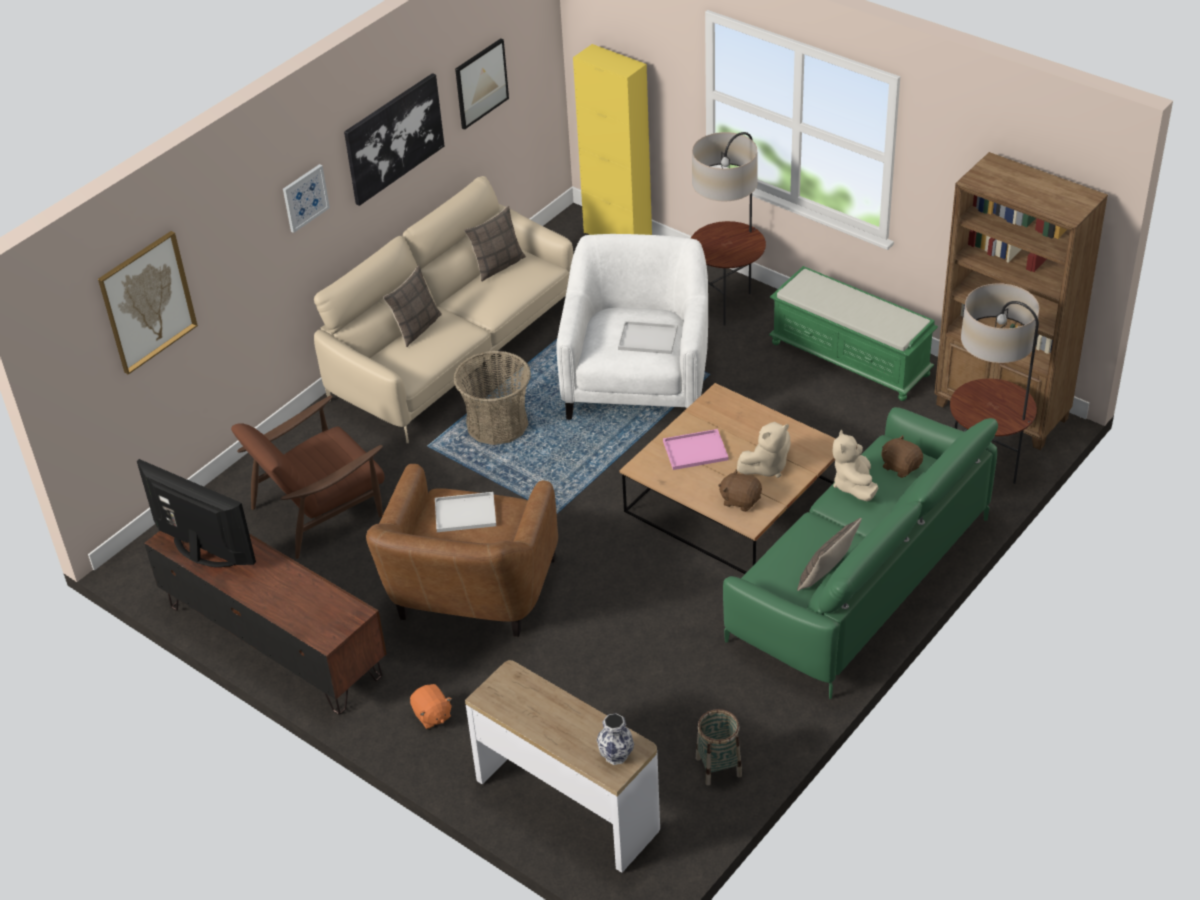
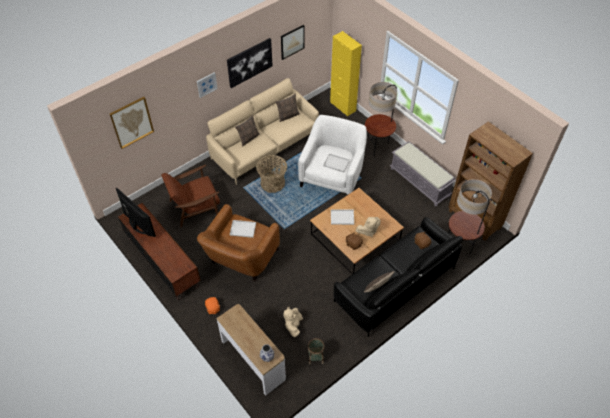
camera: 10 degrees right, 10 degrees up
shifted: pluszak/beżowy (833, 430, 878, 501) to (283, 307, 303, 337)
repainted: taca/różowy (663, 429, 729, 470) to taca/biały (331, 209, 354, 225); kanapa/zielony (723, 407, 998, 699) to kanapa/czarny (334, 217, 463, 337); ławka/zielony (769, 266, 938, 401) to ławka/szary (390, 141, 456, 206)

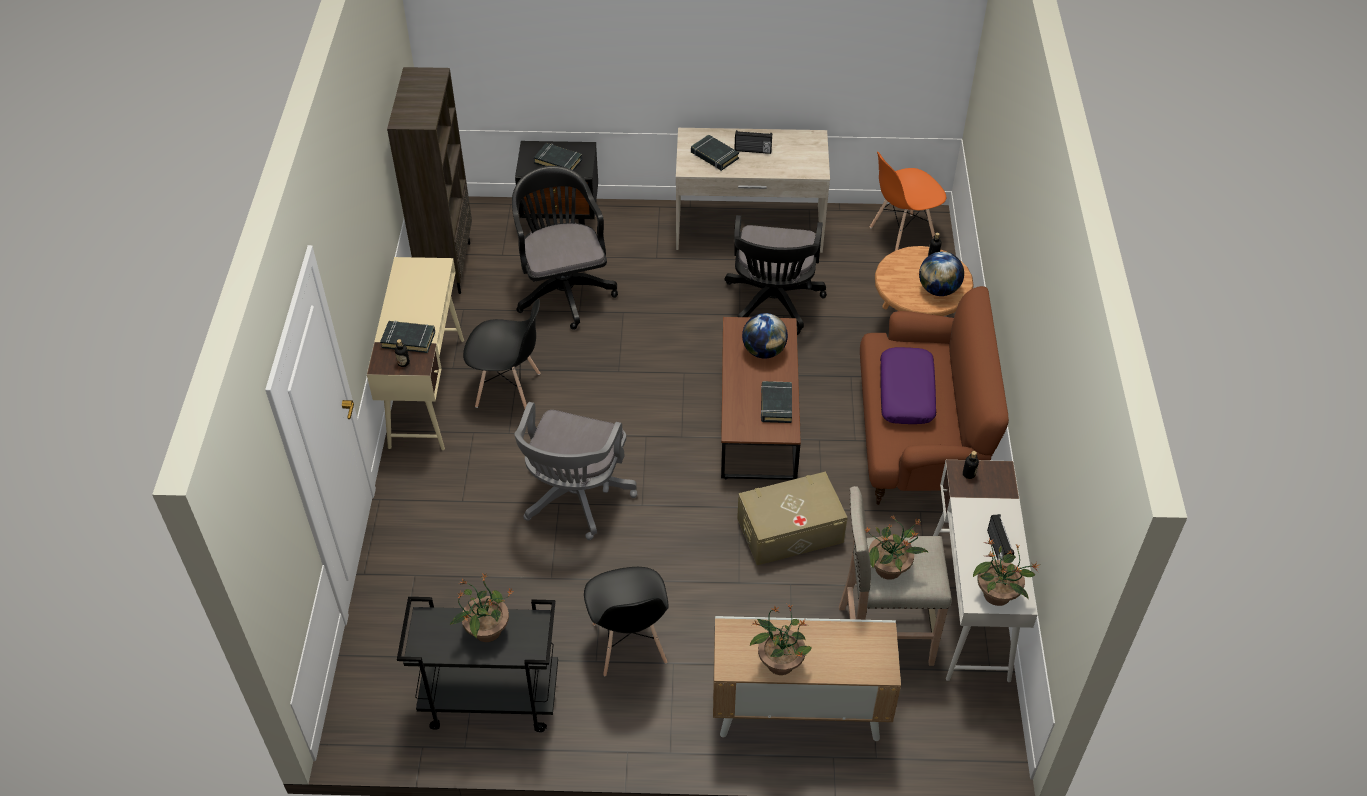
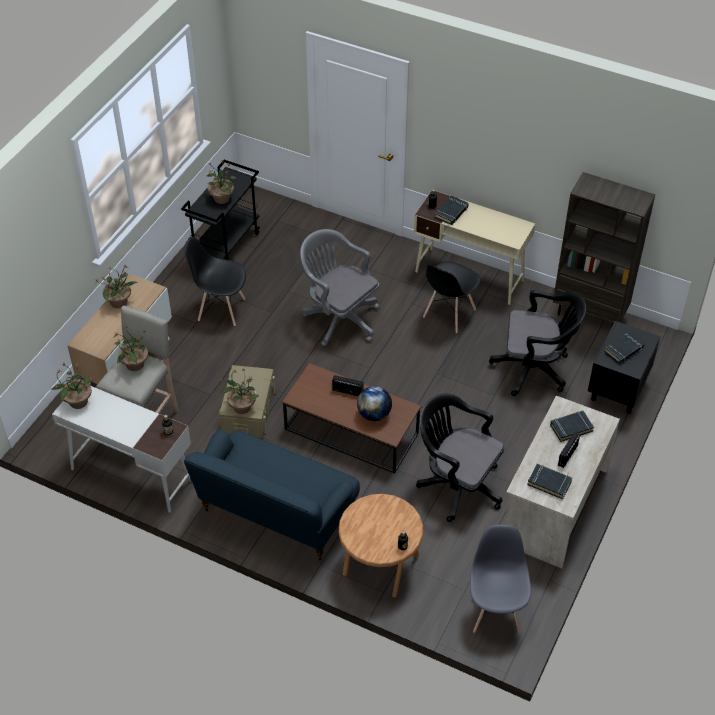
camera: 115 degrees right, 0 degrees up
gone: poduszka/fioletowy (880, 347, 936, 424); globus (919, 251, 964, 296)
new: roślina doniczkowa (221, 368, 259, 414)
shifted: radio (987, 514, 1014, 561) to (332, 375, 363, 396); książka/czarny (761, 381, 792, 423) to (527, 464, 572, 499)
repainted: kanapa/brązowy (860, 286, 1009, 505) to kanapa/niebieski (184, 430, 360, 560); krzesło/pomarańczowy (870, 152, 946, 251) to krzesło/szary (470, 525, 531, 633)

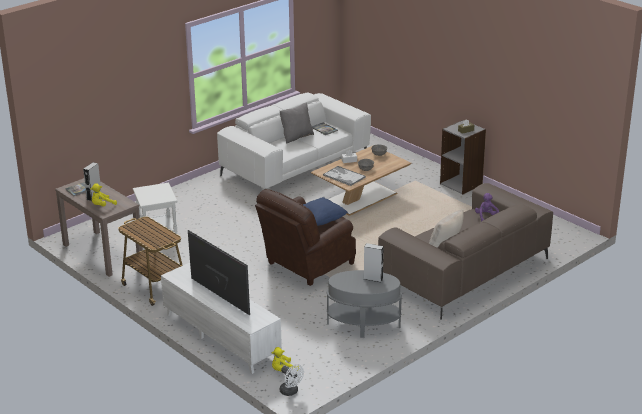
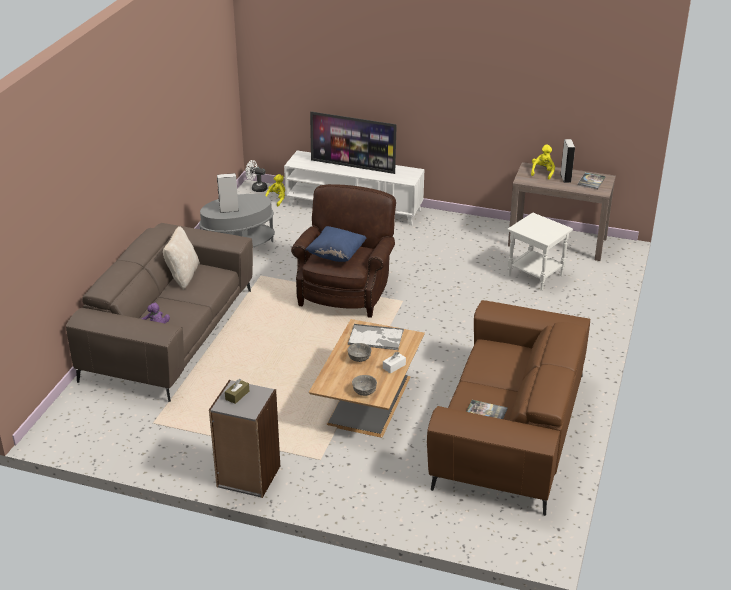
camera: 150 degrees right, 5 degrees up
gone: wózek (118, 216, 183, 306); poduszka/szary (280, 103, 314, 143)
repainted: kanapa/biały (217, 92, 371, 189) to kanapa/brązowy (427, 300, 590, 516)

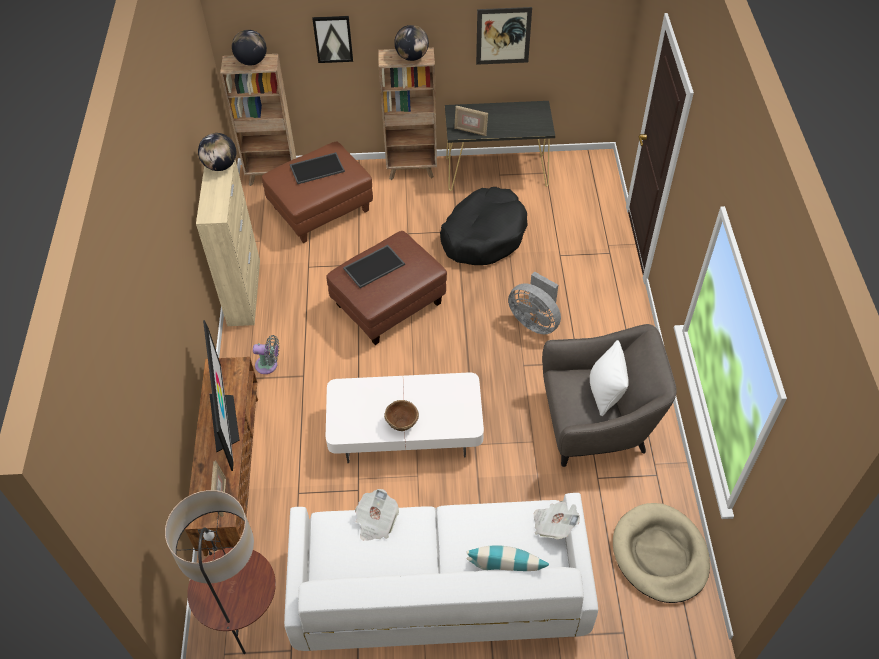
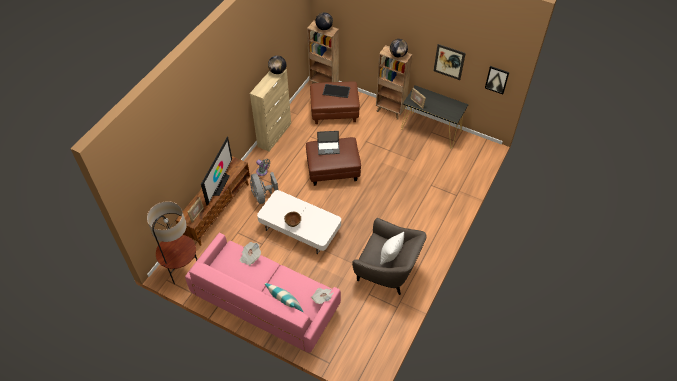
camera: 30 degrees right, 0 degrees up
gone: legowisko/czarny (440, 187, 528, 265); legowisko/beżowy (613, 503, 710, 603)
shifted: wentylator/szary (508, 272, 561, 334) to (250, 172, 278, 204); obraz (312, 16, 353, 63) to (485, 66, 509, 94)
swapped: taca (343, 245, 405, 288) to laptop (317, 131, 340, 155)
repainted: kanapa/biały (284, 493, 598, 651) to kanapa/różowy (185, 233, 341, 353)

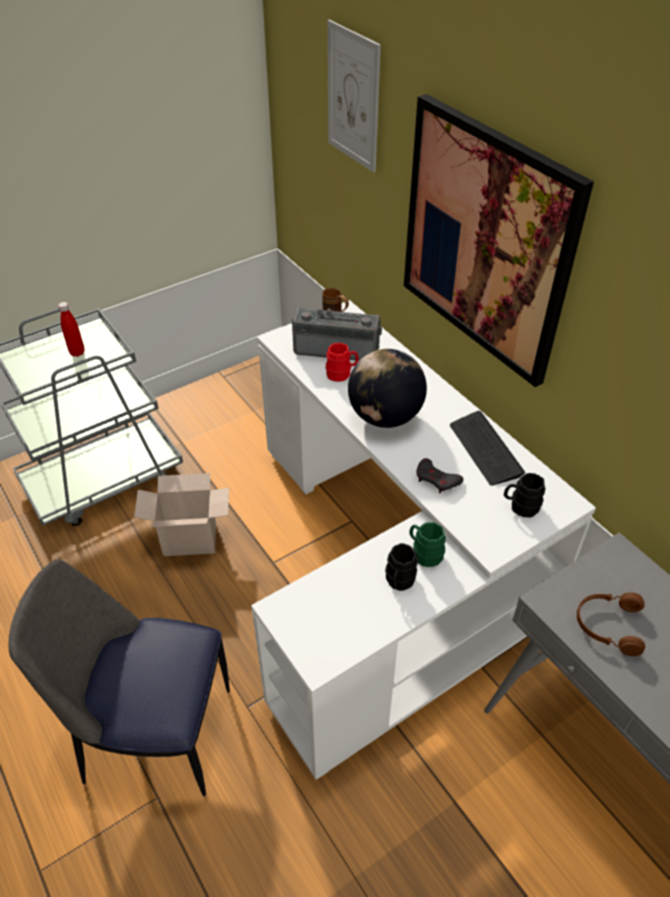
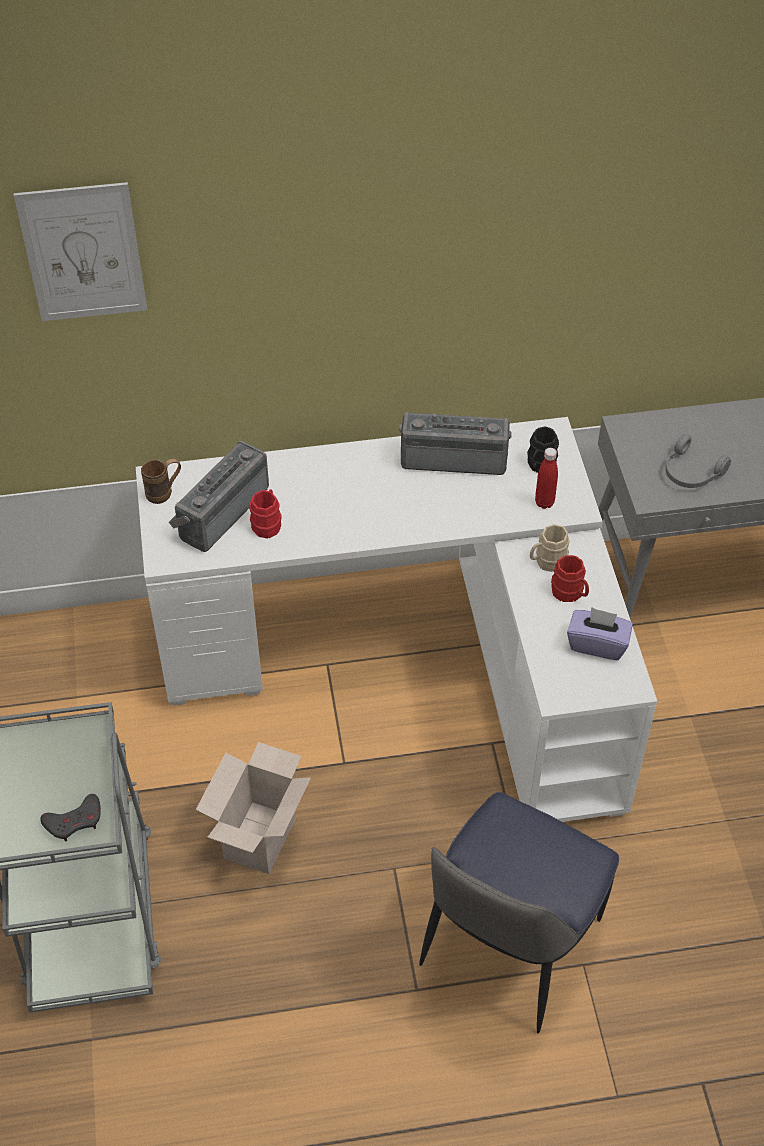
camera: 65 degrees left, 5 degrees up
gone: globus (348, 349, 427, 428); obraz (404, 94, 594, 387)
new: pudełko chusteczek/fioletowy (567, 607, 633, 660)
shifted: pad do gier/szary (416, 458, 463, 493) to (40, 794, 101, 842); butelka/czerwony (58, 302, 85, 357) to (535, 448, 558, 509)
swapped: klawiatura (450, 411, 525, 486) to radio (399, 412, 512, 475)
repainted: kubek/zielony (409, 522, 446, 567) to kubek/beżowy (530, 524, 570, 572); kubek/czarny (385, 543, 418, 591) to kubek/czerwony (551, 555, 589, 602); słuchawki/brązowy (577, 592, 645, 656) to słuchawki/szary (665, 434, 731, 488)

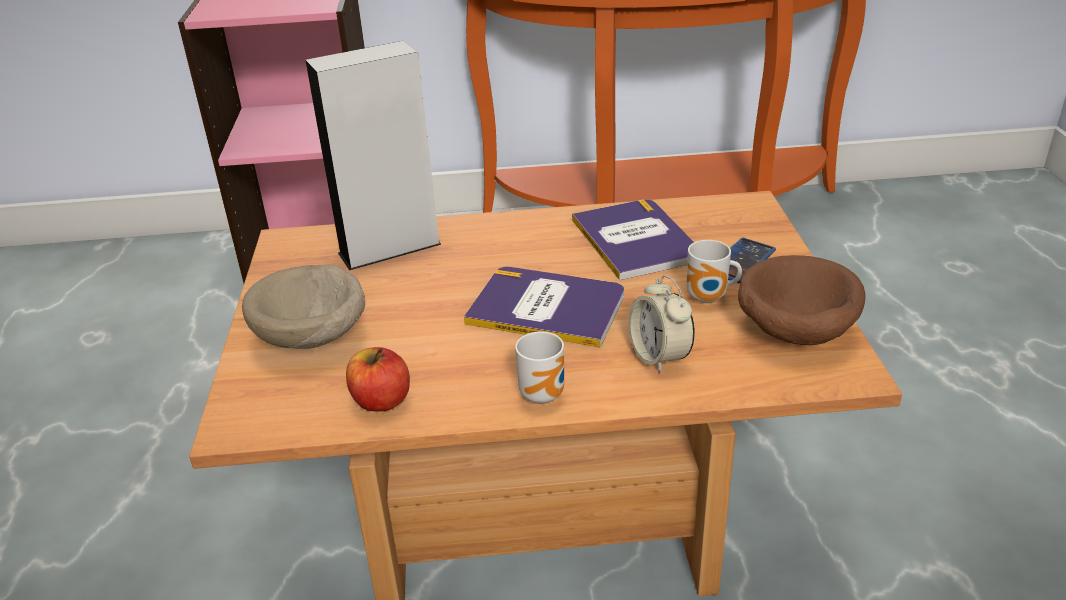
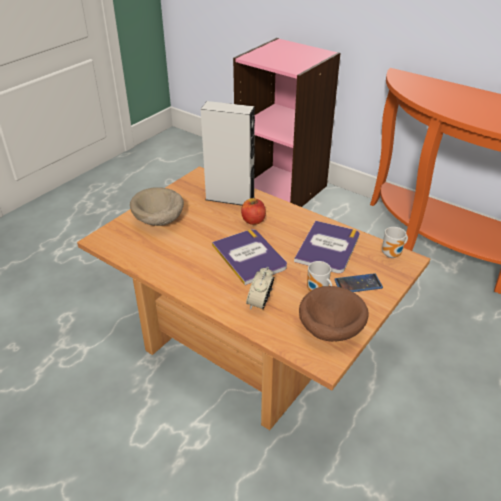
camera: 40 degrees right, 5 degrees up
shifted: jabłko (346, 347, 410, 412) to (241, 198, 266, 225); kubek (515, 332, 564, 404) to (382, 227, 408, 258)

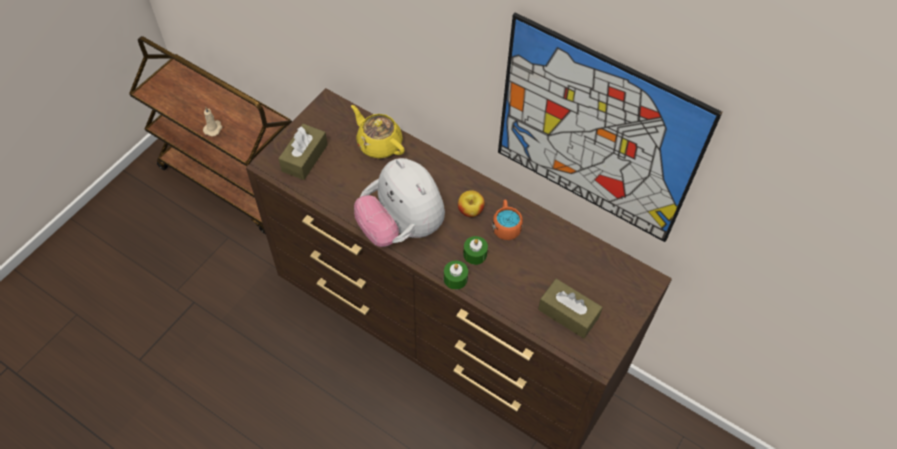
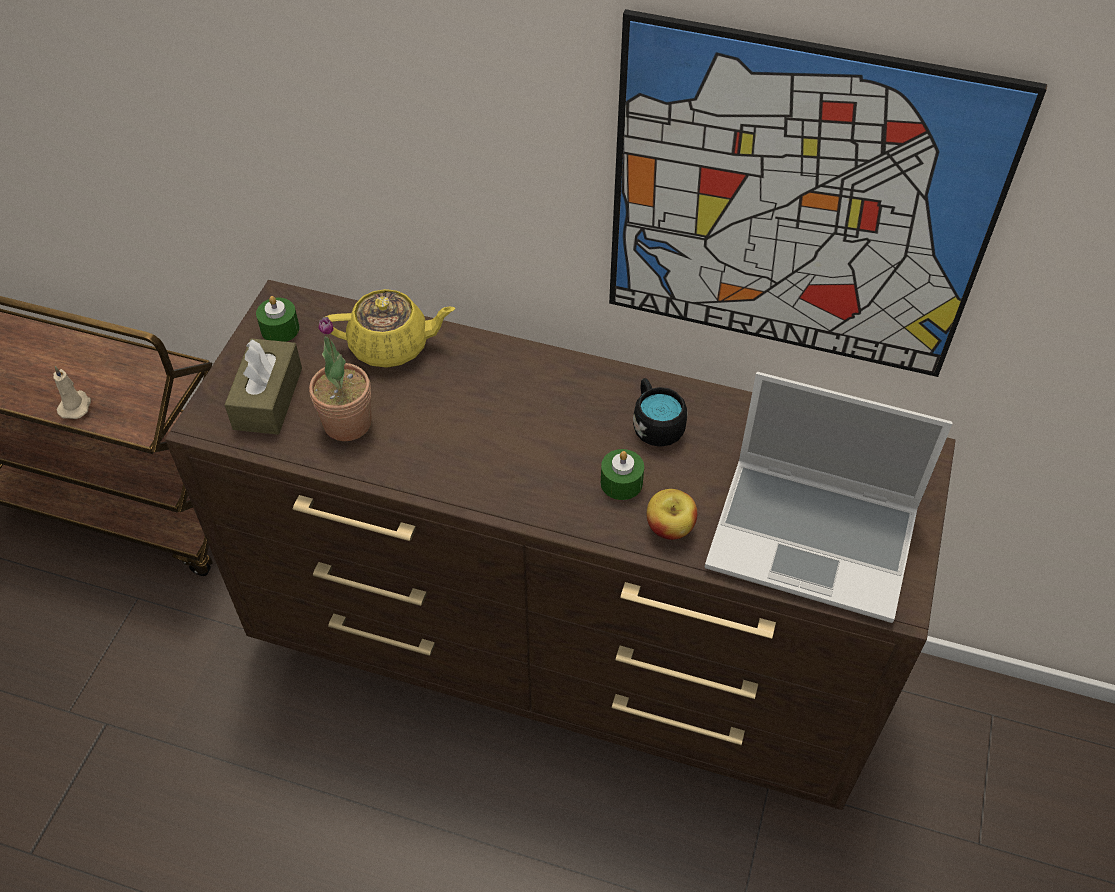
camera: 15 degrees left, 5 degrees down
gone: pluszak (354, 158, 445, 247)
new: roślina doniczkowa (309, 317, 372, 441)
shifted: świeca/zielony (444, 261, 468, 290) to (256, 296, 300, 342); jabłko (458, 190, 485, 217) to (646, 489, 697, 540)
swapped: pudełko chusteczek/brązowy (538, 279, 603, 339) to laptop (704, 372, 953, 623)
repainted: kubek/pomarańczowy (492, 200, 523, 240) to kubek/czarny (633, 378, 687, 447)
rotated: imbryk/żółty (351, 105, 405, 158) = (324, 289, 456, 368) 150 degrees clockwise

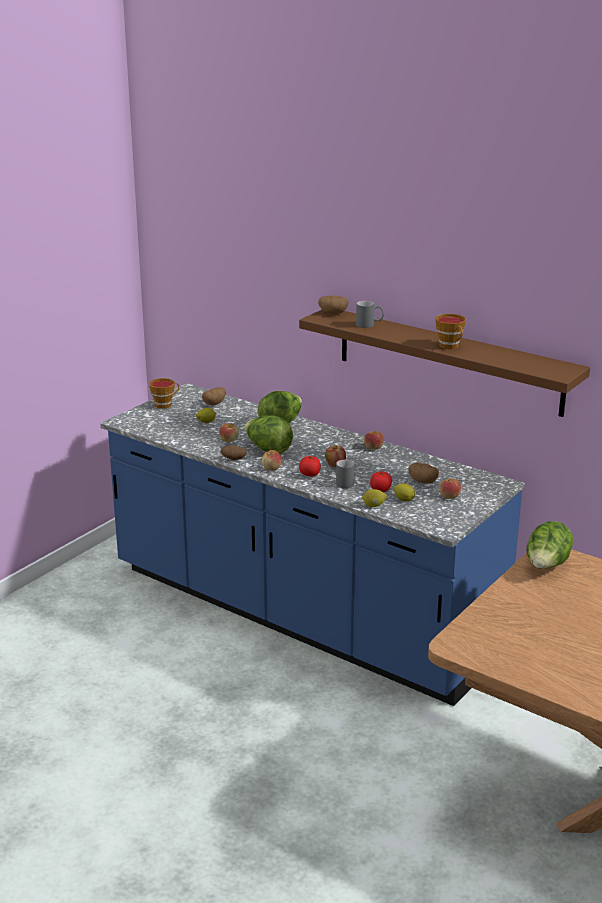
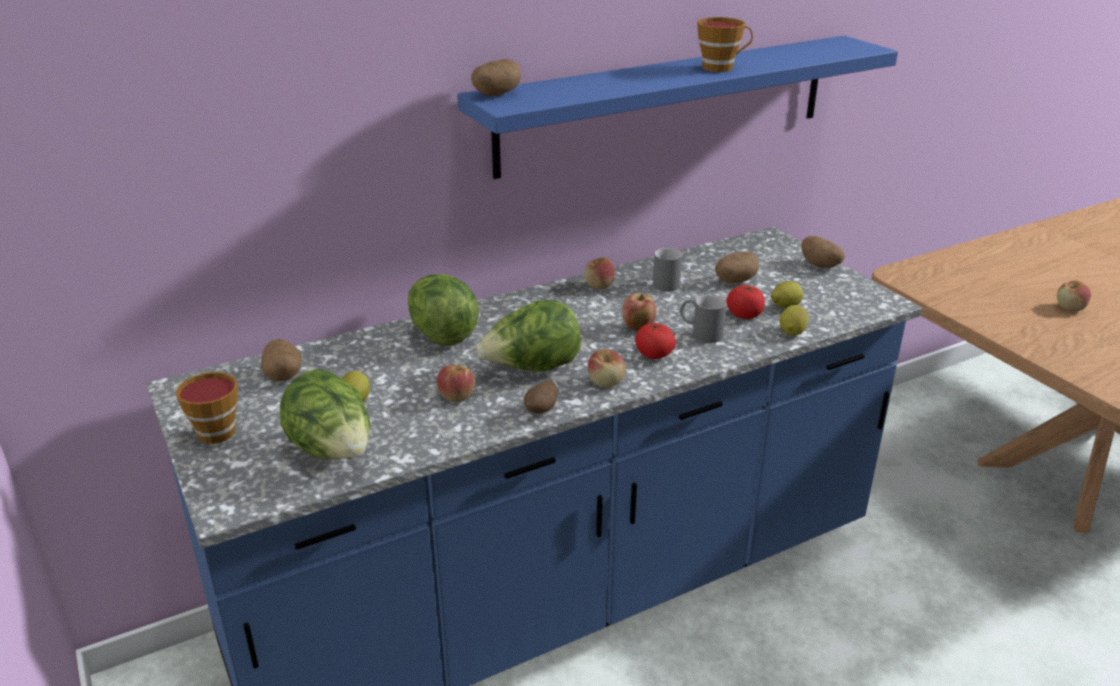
camera: 65 degrees left, 5 degrees up
new: ziemniak (801, 236, 845, 267)
shifted: sałata (526, 521, 574, 569) to (280, 369, 370, 459); kubek/szary (356, 301, 384, 328) to (653, 248, 682, 292); jabłko (439, 479, 461, 499) to (1057, 280, 1091, 311)
repainted: półka/brązowy (299, 310, 590, 417) to półka/niebieski (457, 36, 898, 179)

